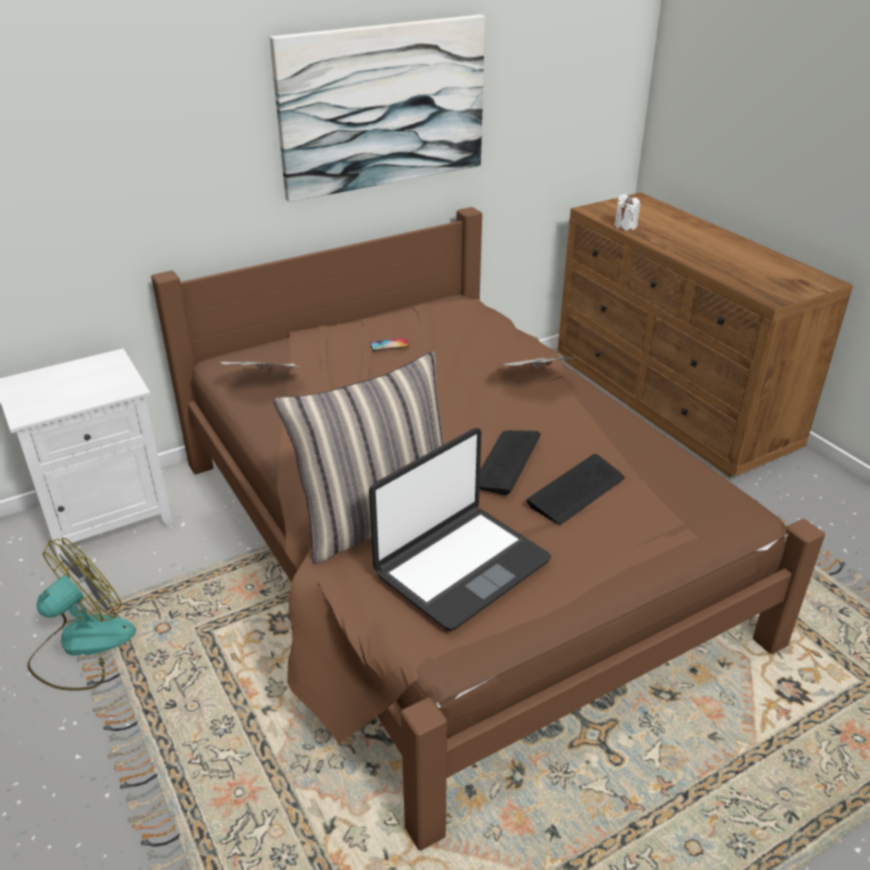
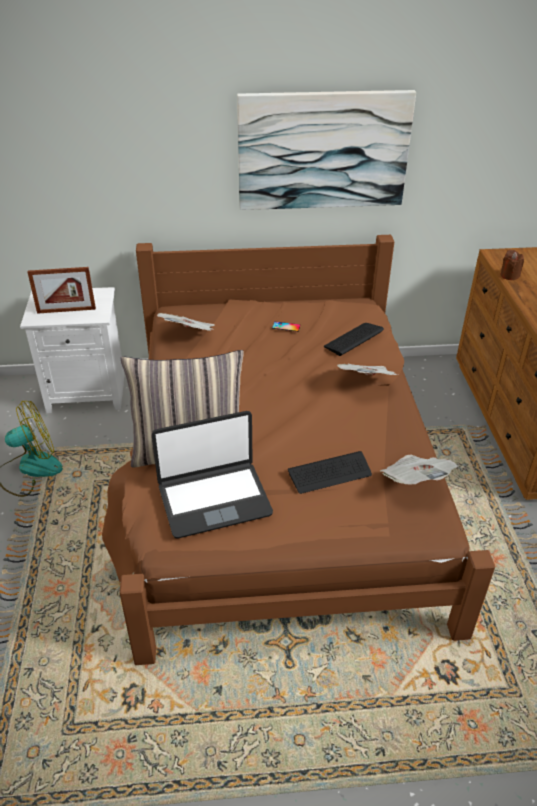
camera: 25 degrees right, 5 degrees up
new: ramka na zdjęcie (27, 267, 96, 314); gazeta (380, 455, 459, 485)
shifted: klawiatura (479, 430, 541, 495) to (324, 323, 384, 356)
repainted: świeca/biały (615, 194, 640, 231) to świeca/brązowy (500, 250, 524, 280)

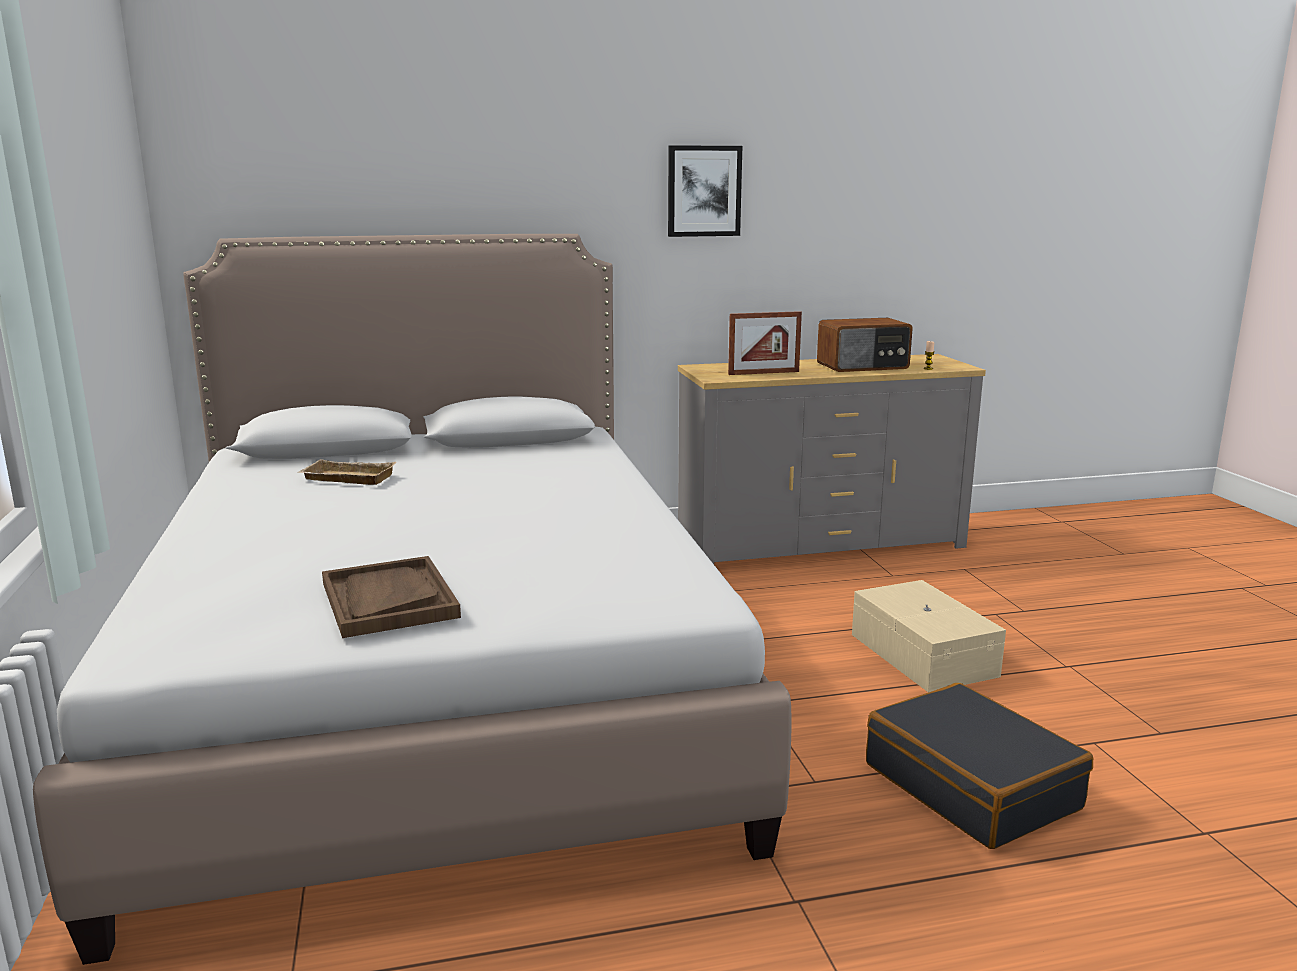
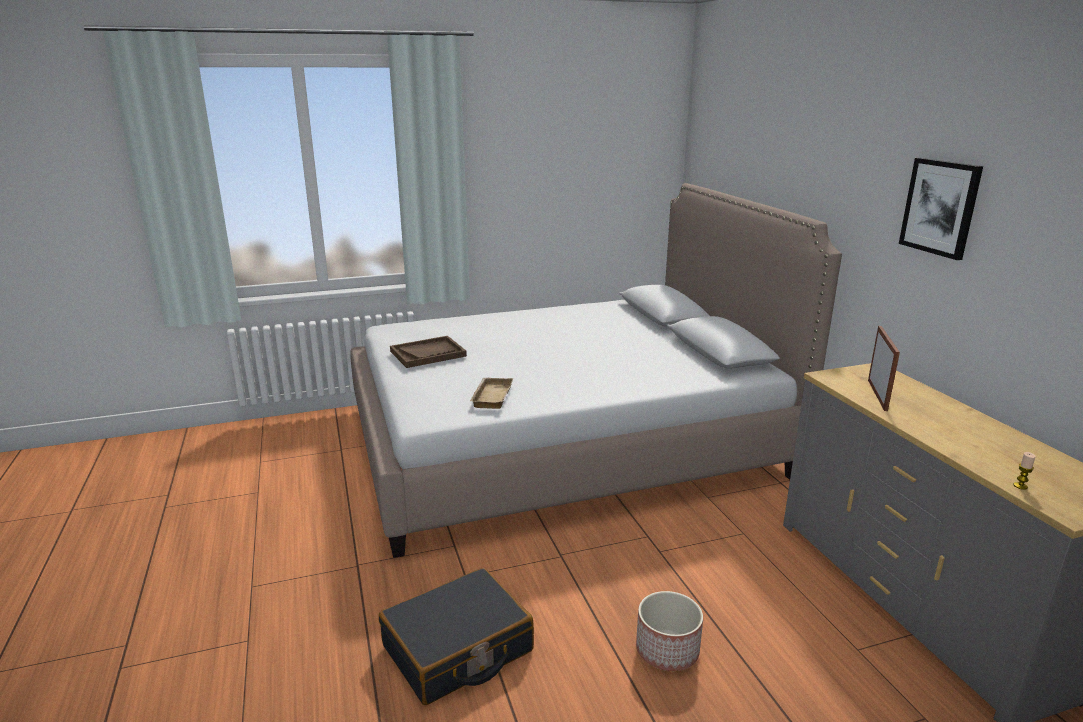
camera: 85 degrees right, 5 degrees up
gone: radio (817, 318, 913, 372)
shifted: taca/beżowy (297, 459, 396, 485) to (470, 378, 513, 409)
swapped: pojemnik do przechowywania/beżowy (852, 580, 1006, 692) to donica (636, 591, 703, 671)
rotated: ramka na zdjęcie (728, 311, 802, 375) = (868, 326, 900, 411) 150 degrees counterclockwise

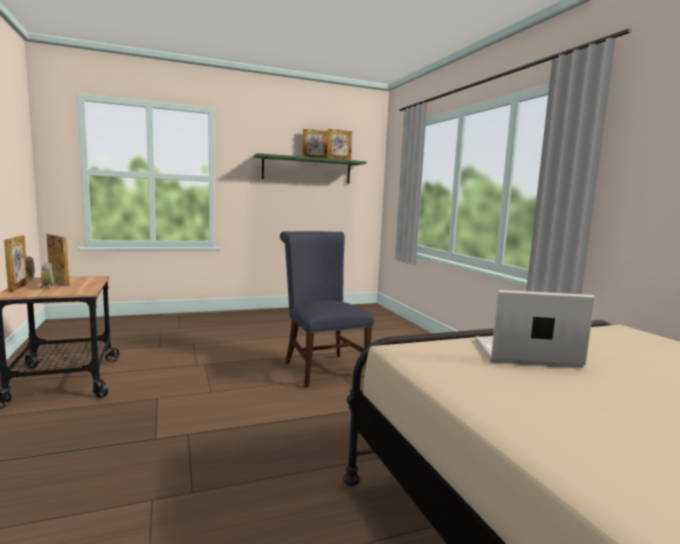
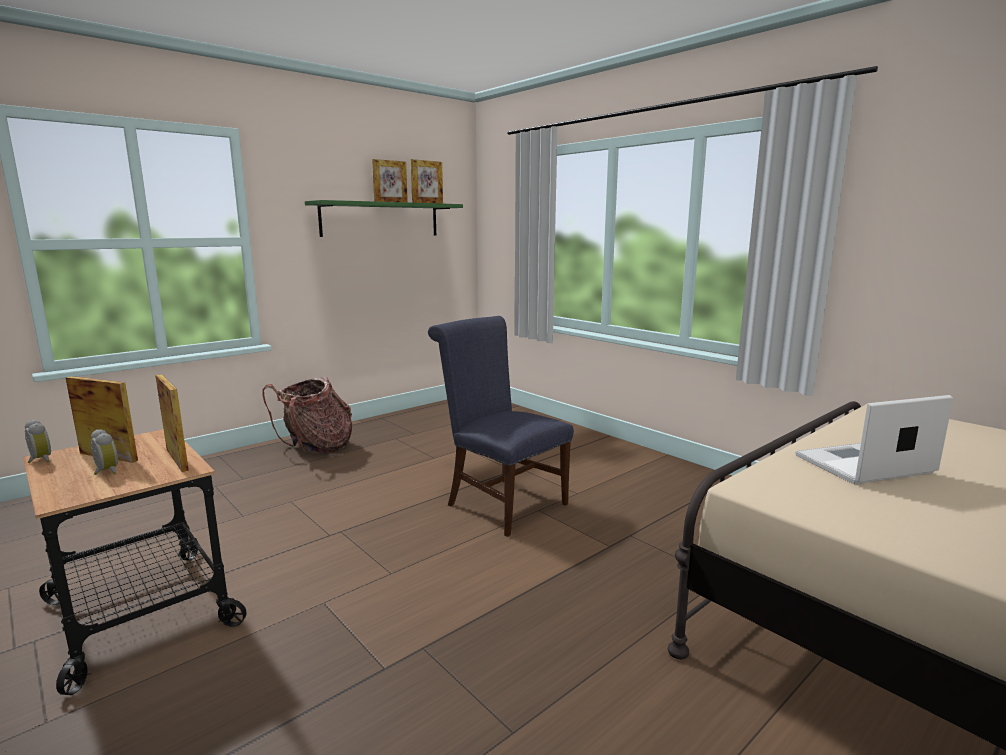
camera: 20 degrees left, 5 degrees up
new: plecak (262, 377, 352, 453)
shifted: ramka na zdjęcie (4, 236, 28, 293) to (155, 374, 189, 472)

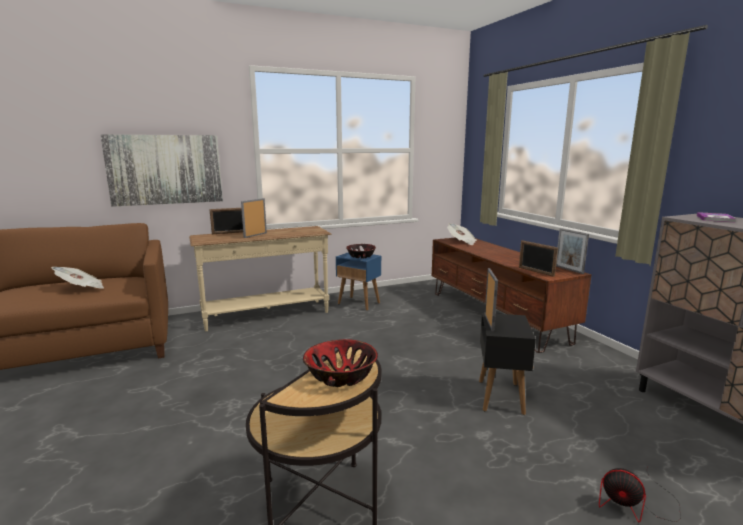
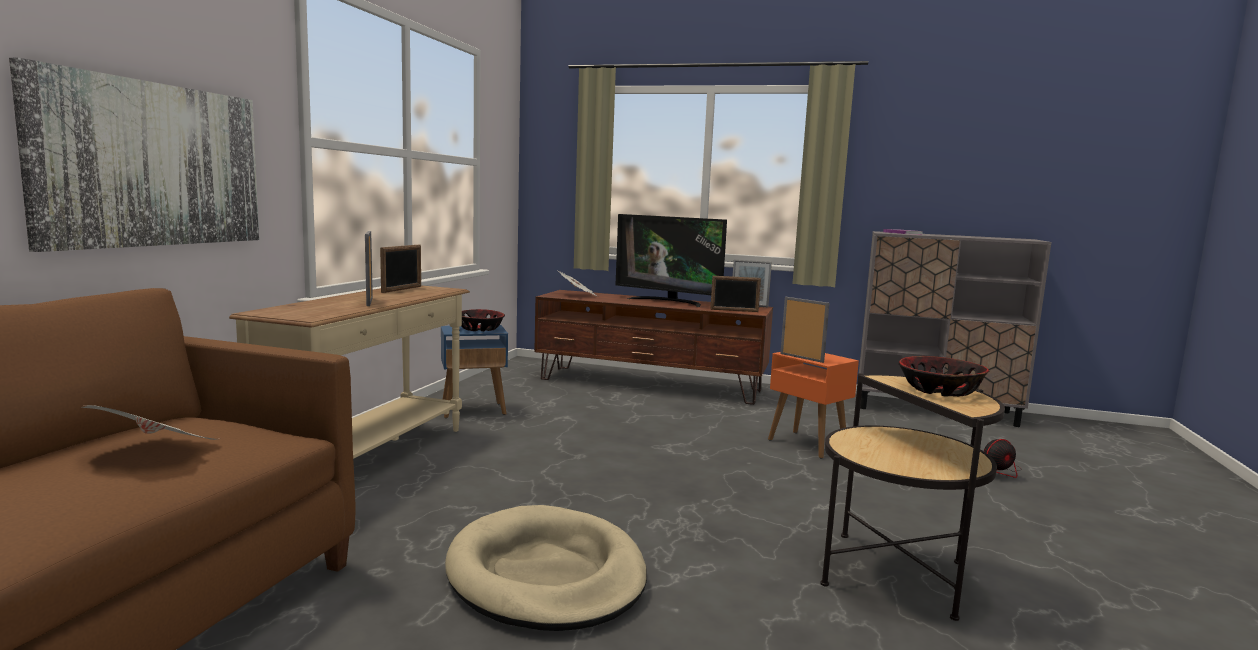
camera: 50 degrees left, 5 degrees down
new: legowisko/beżowy (445, 505, 647, 631); telewizor (616, 214, 727, 307)
shifted: ramka na zdjęcie (209, 208, 243, 234) to (380, 245, 421, 293)
repainted: stolik/czarny (479, 313, 536, 415) to stolik/pomarańczowy (768, 352, 859, 458)

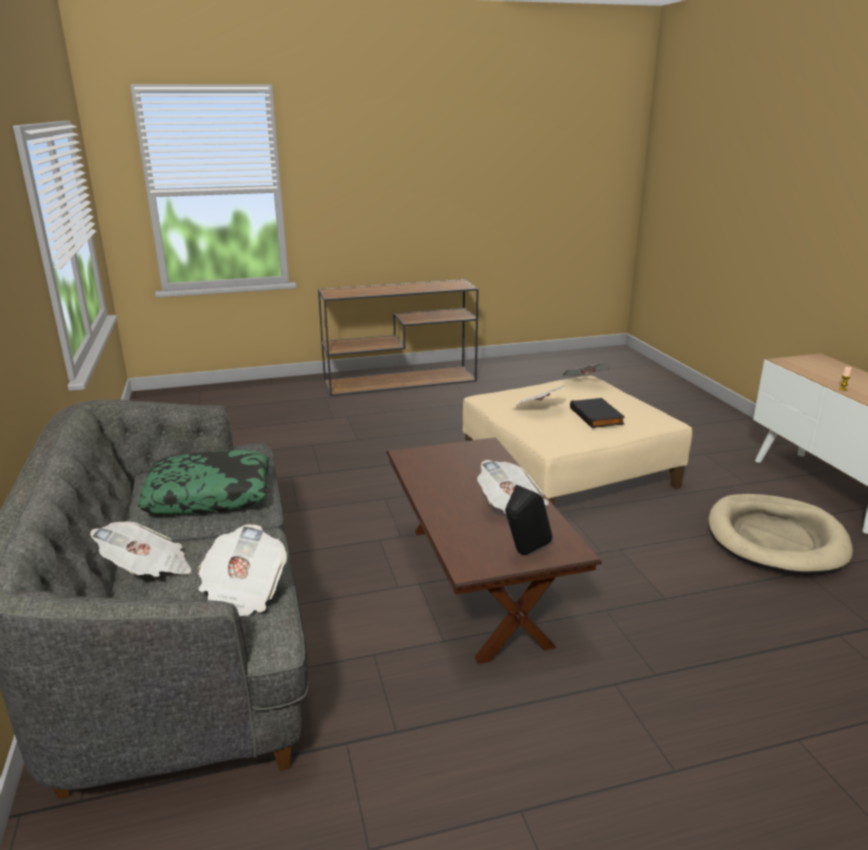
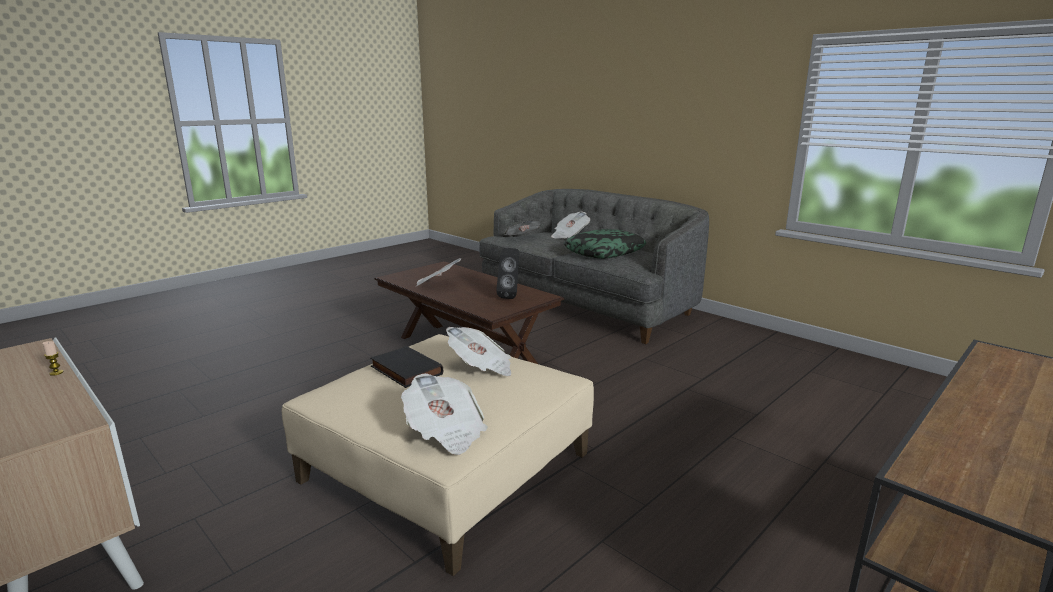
camera: 150 degrees right, 5 degrees down
gone: legowisko/beżowy (708, 494, 853, 576)
shifted: głośnik/czarny (505, 485, 553, 555) to (496, 248, 519, 299)

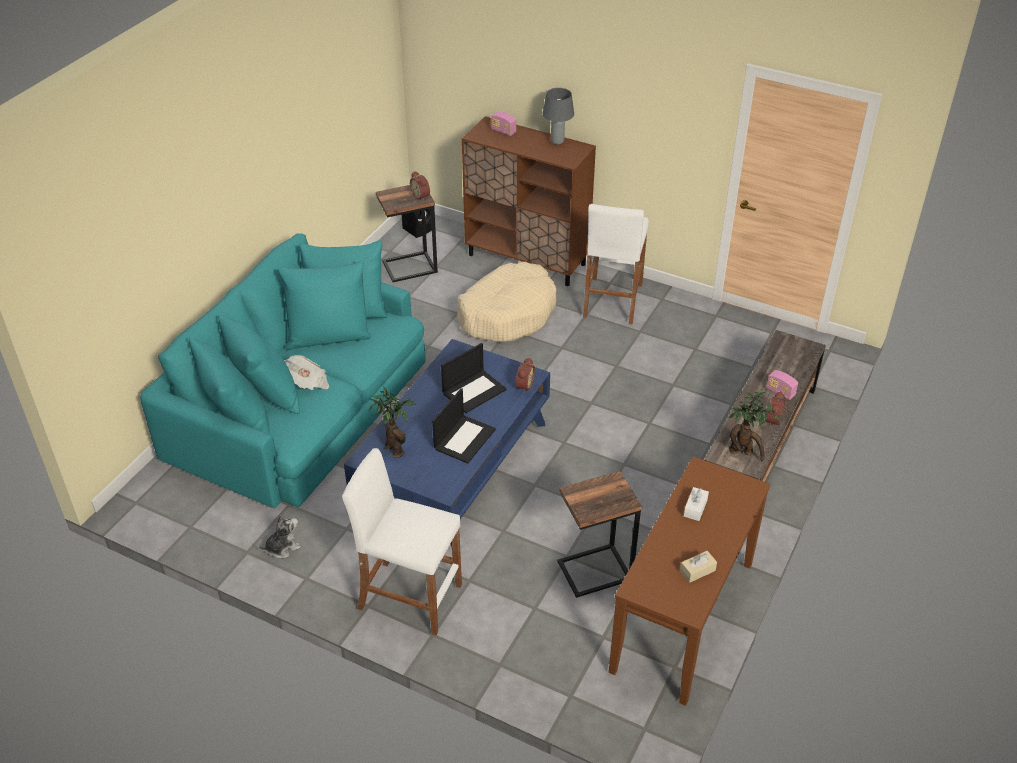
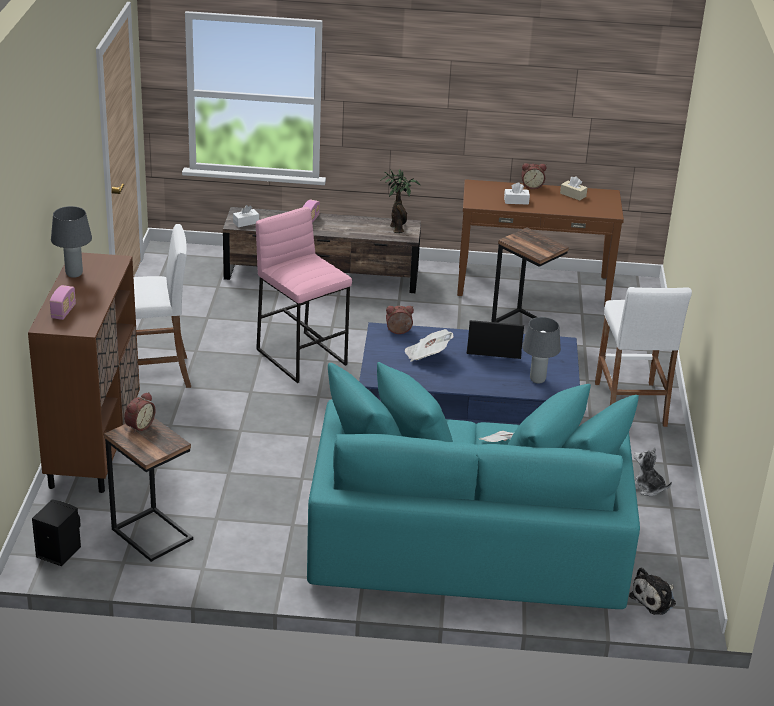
camera: 115 degrees left, 10 degrees down
gone: legowisko/beżowy (457, 262, 557, 342)
new: pudełko chusteczek/biały (233, 205, 259, 227); stołek/różowy (256, 207, 352, 383); pluszak (629, 567, 676, 615)
shifted: budzik (766, 392, 787, 427) to (521, 163, 546, 189)
swapped: laptop (441, 343, 507, 413) to gazeta (404, 329, 454, 361); roślina doniczkowa (369, 387, 416, 458) to lampa stołowa/szary (522, 317, 561, 384)

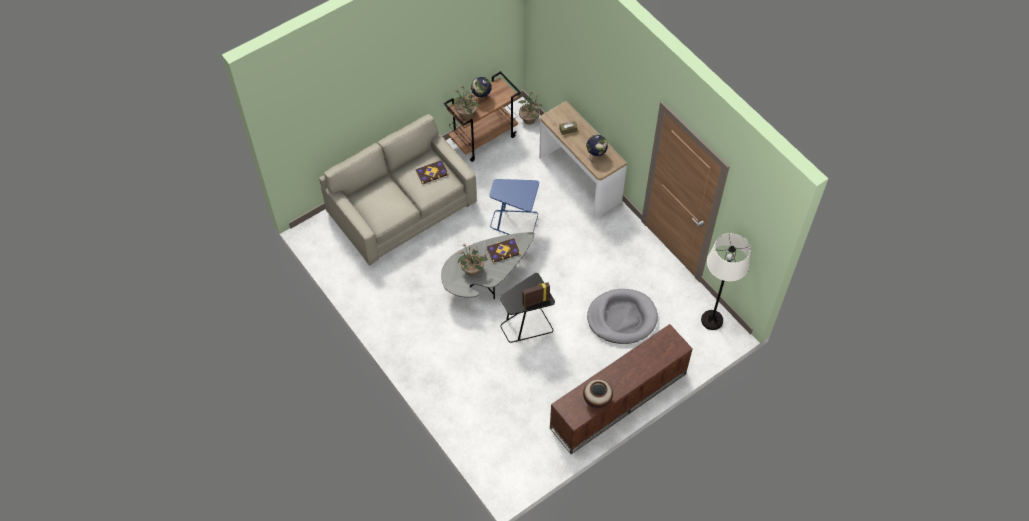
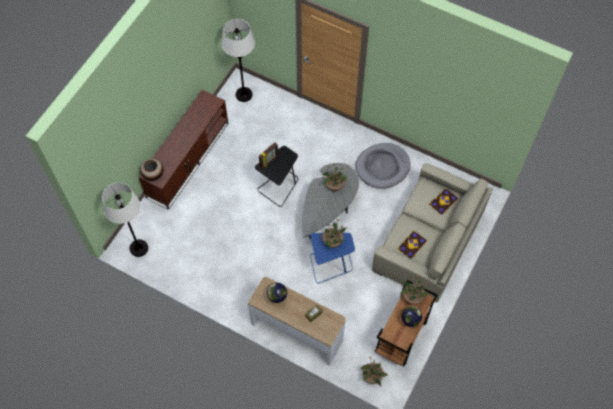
camera: 155 degrees right, 5 degrees up
new: lampa stojąca/biały (222, 19, 255, 102); roślina doniczkowa (321, 218, 346, 248)
shifted: wazon (583, 379, 613, 408) to (140, 159, 164, 181); legowisko/szary (587, 289, 658, 344) to (356, 143, 411, 189); książka (487, 238, 521, 263) to (429, 188, 458, 215)

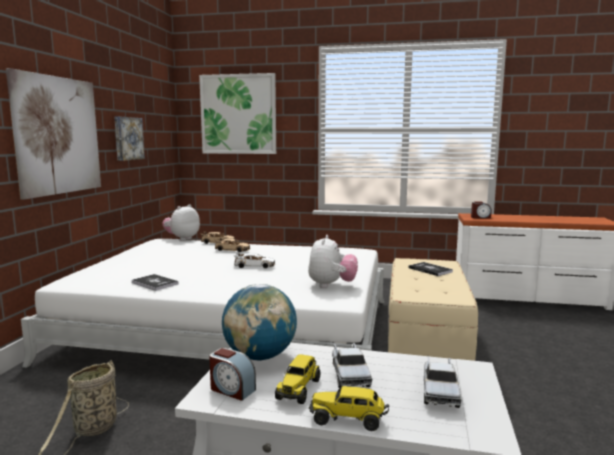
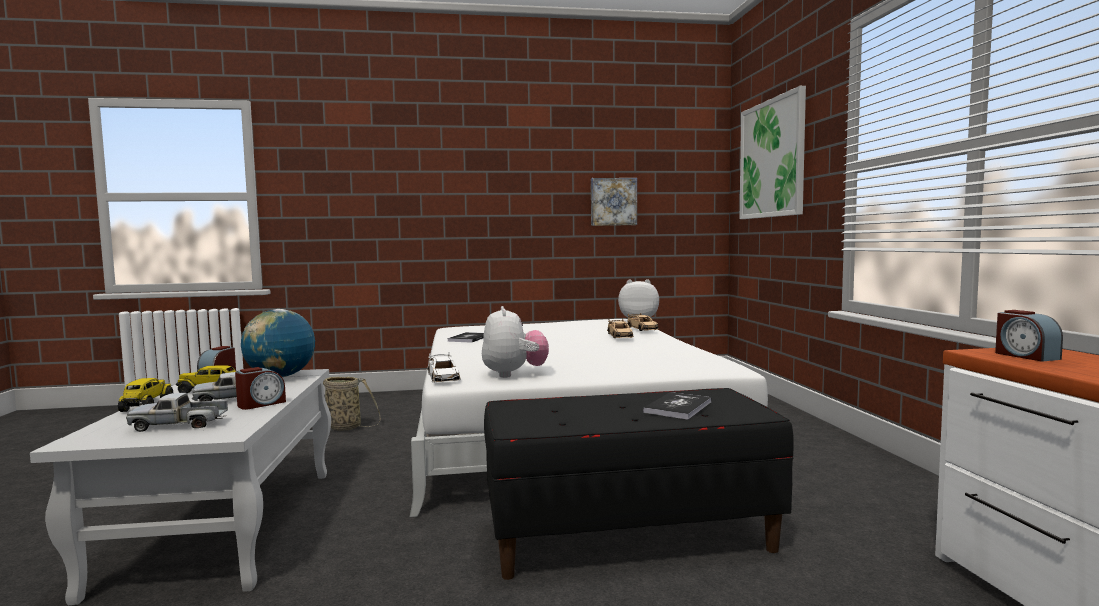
camera: 70 degrees right, 5 degrees down
gone: obraz (6, 68, 101, 200)
new: budzik (235, 367, 286, 410)
shifted: samochodzik/biały (234, 252, 275, 268) to (427, 352, 461, 383)
repainted: ławka/beżowy (388, 258, 478, 361) to ławka/czarny (484, 388, 794, 580)
rotated: pluszak (308, 235, 358, 288) = (482, 306, 549, 378) 90 degrees counterclockwise

